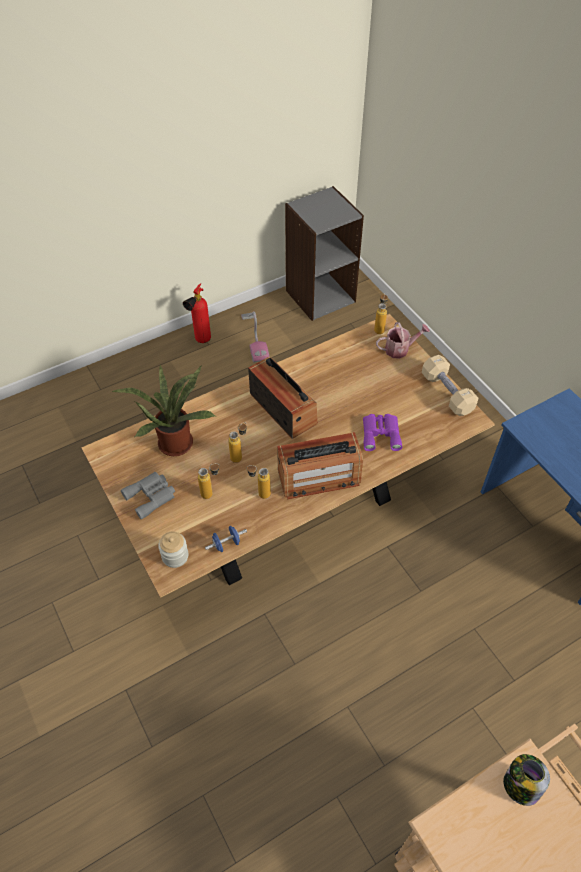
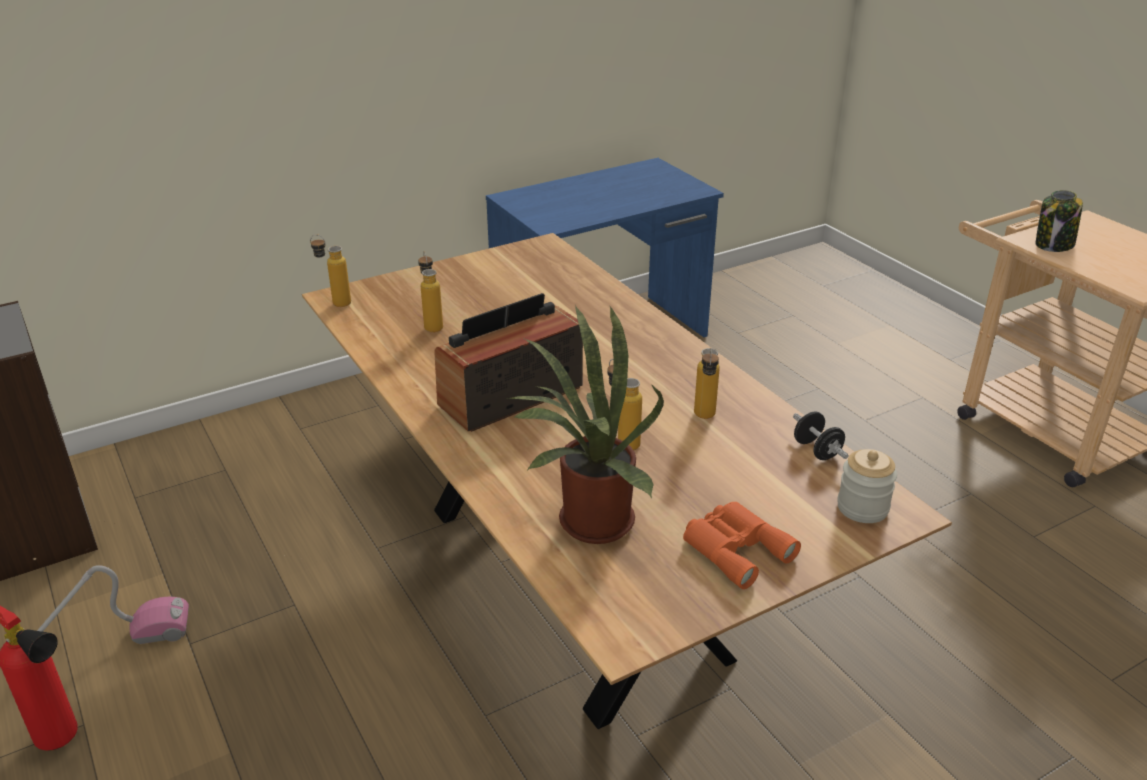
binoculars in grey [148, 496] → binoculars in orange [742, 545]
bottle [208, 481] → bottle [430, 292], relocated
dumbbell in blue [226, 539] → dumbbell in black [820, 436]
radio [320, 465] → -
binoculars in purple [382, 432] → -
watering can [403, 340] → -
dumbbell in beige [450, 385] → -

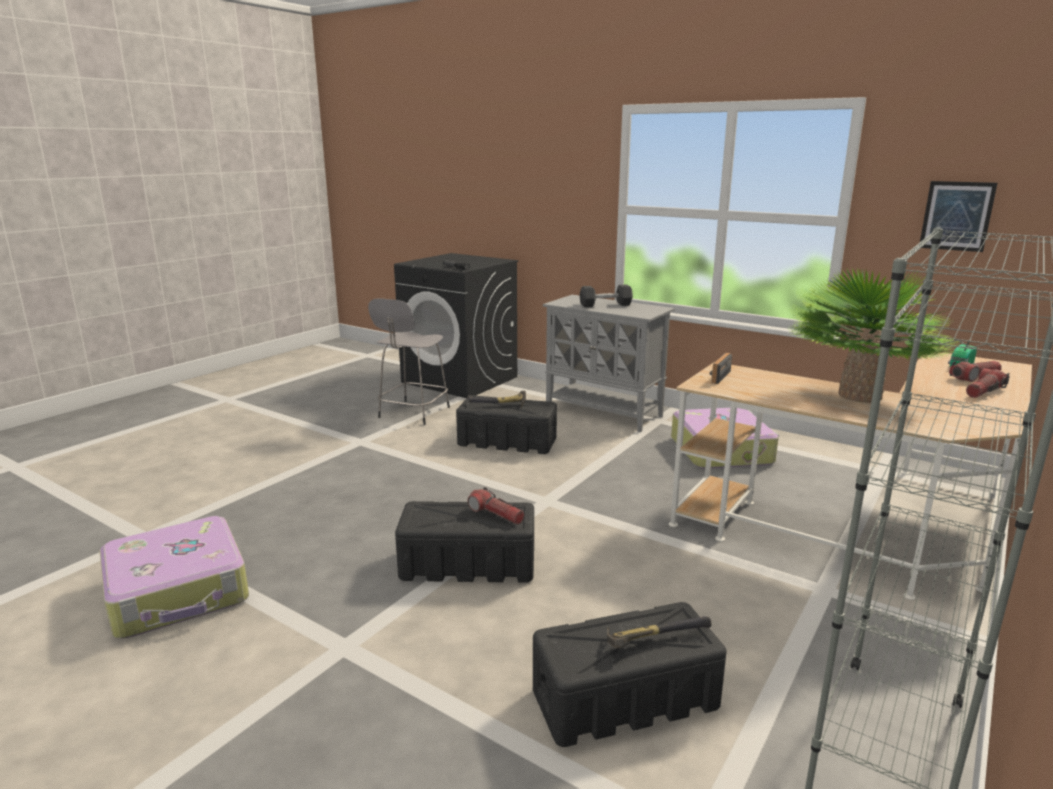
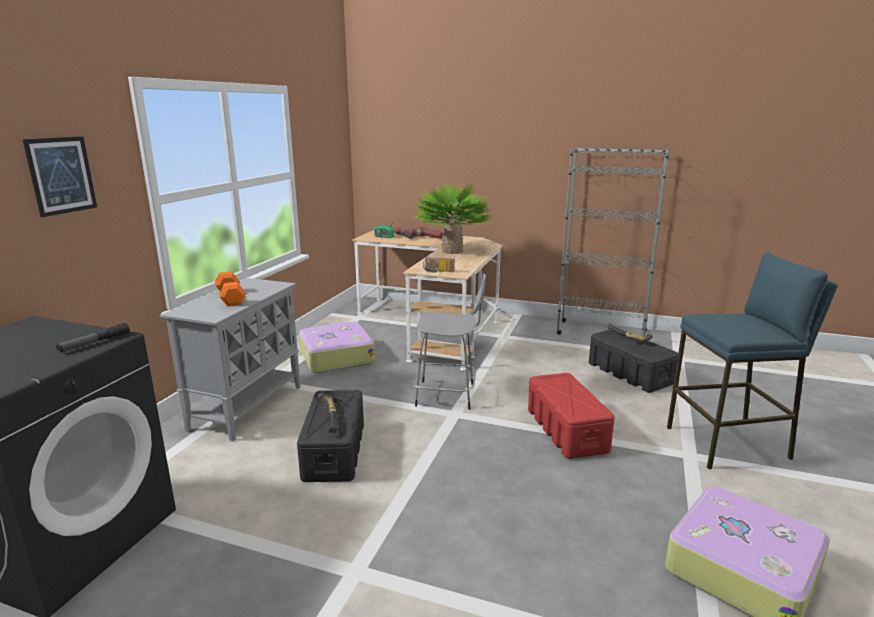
stool in grey [409, 361] → stool in grey [449, 341], relocated
storage box in black [464, 542] → storage box in red [571, 416]
flashlight [496, 506] → -
dumbbell in grey [606, 296] → dumbbell in orange [230, 288]
picture [959, 216] → picture [59, 176], relocated
- → stool in blue [752, 360]

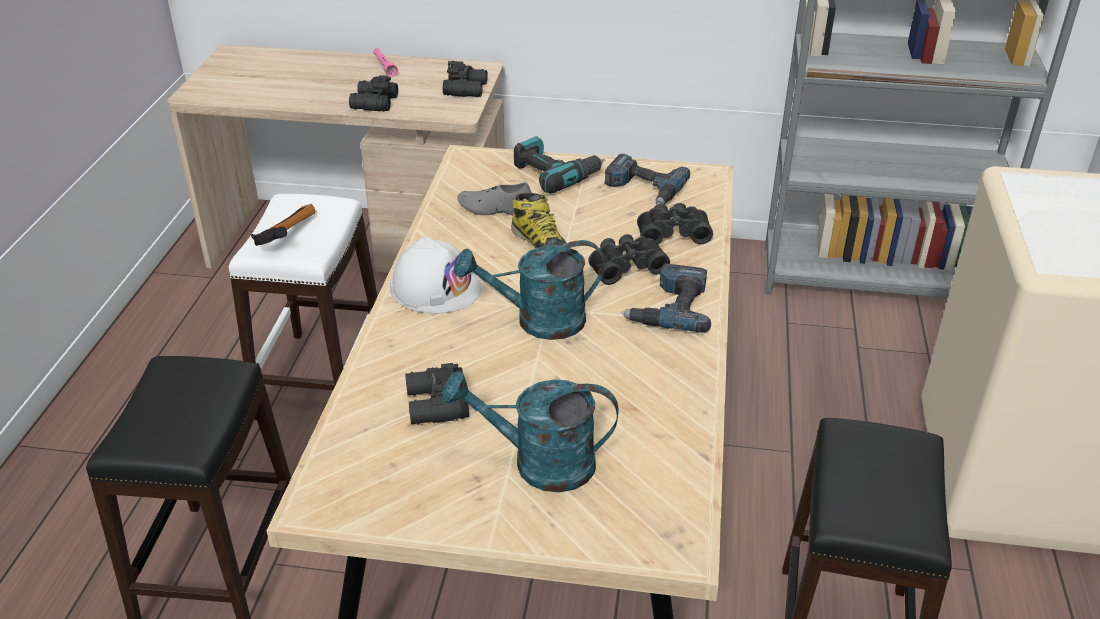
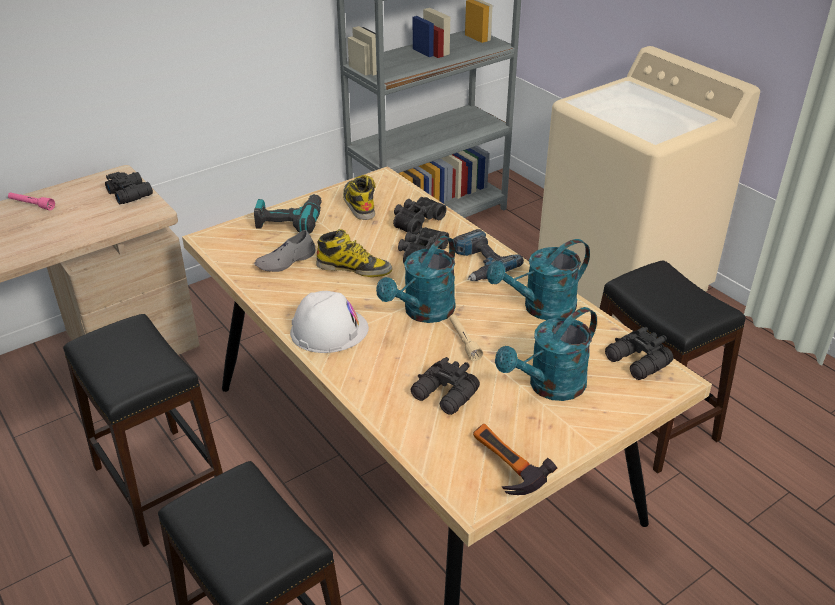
stool in white [303, 307] → stool in black [143, 430]
hammer [283, 225] → hammer [515, 459], relocated
binoculars in black [373, 93] → binoculars in black [639, 353], relocated
power drill [647, 179] → boot [359, 197]
- → flashlight in beige [466, 338]
- → watering can in turquoise [538, 279]

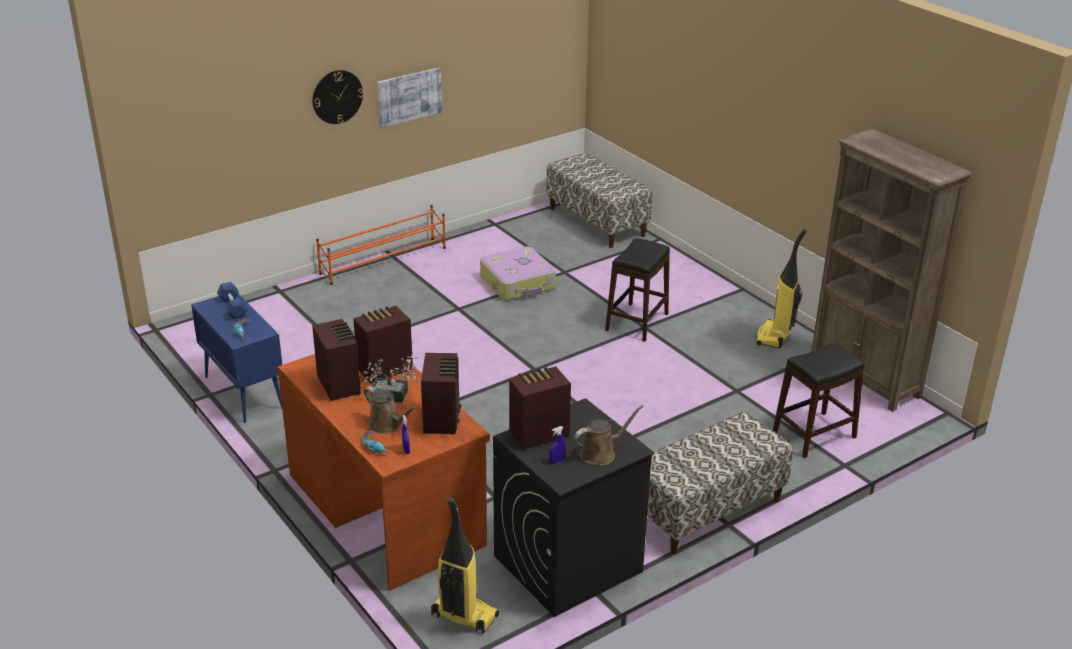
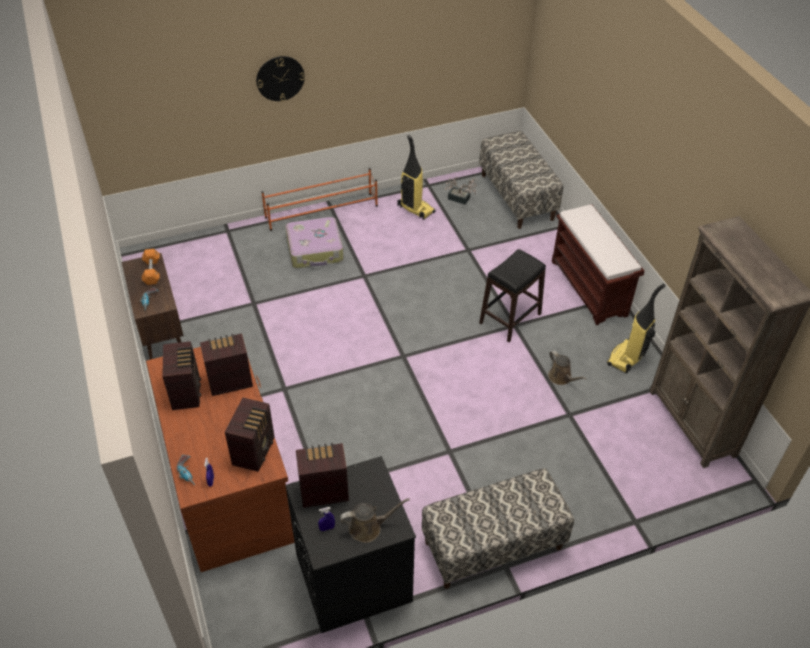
cabinet in blue [236, 358] → cabinet in brown [153, 306]
dumbbell in blue [232, 300] → dumbbell in orange [151, 267]
potted plant [390, 379] → potted plant [461, 190], relocated
watering can in brown [390, 410] → watering can in brown [567, 367], relocated
picture [409, 98] → -
vacuum cleaner [465, 565] → vacuum cleaner [416, 177], relocated
suitcase [518, 273] → suitcase [314, 242], relocated
stool in black [818, 400] → -
- → bench in brown [598, 264]

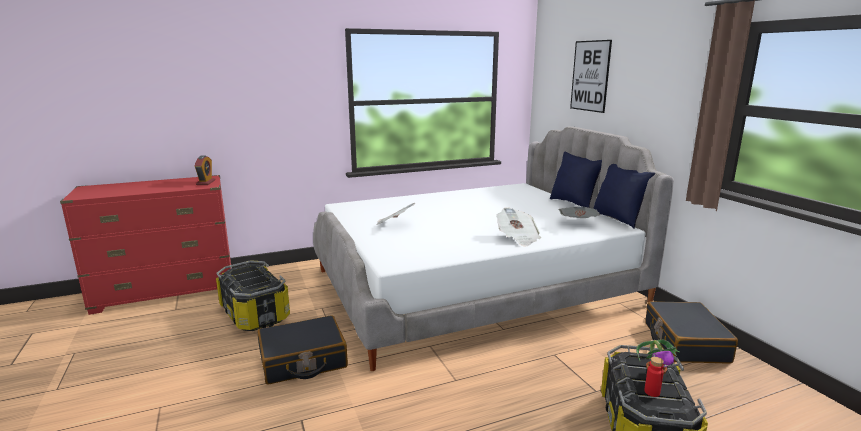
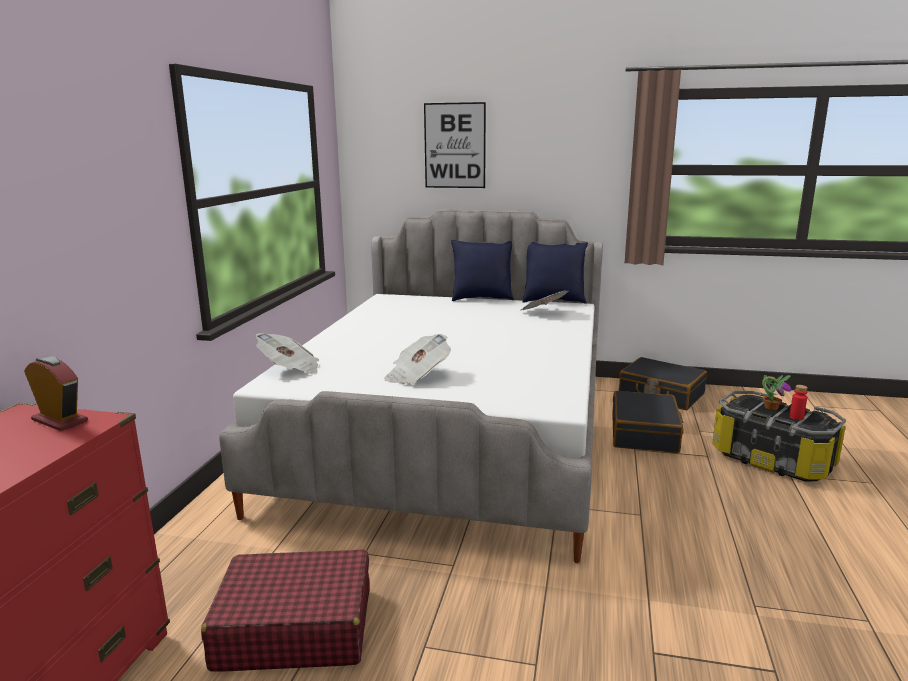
storage box [253, 295] → suitcase in red [285, 610]
suitcase in black [303, 350] → suitcase in black [647, 422], relocated
newspaper [518, 227] → newspaper [287, 354], relocated

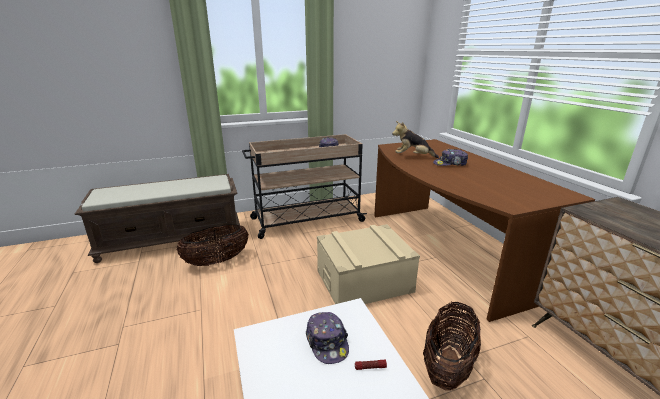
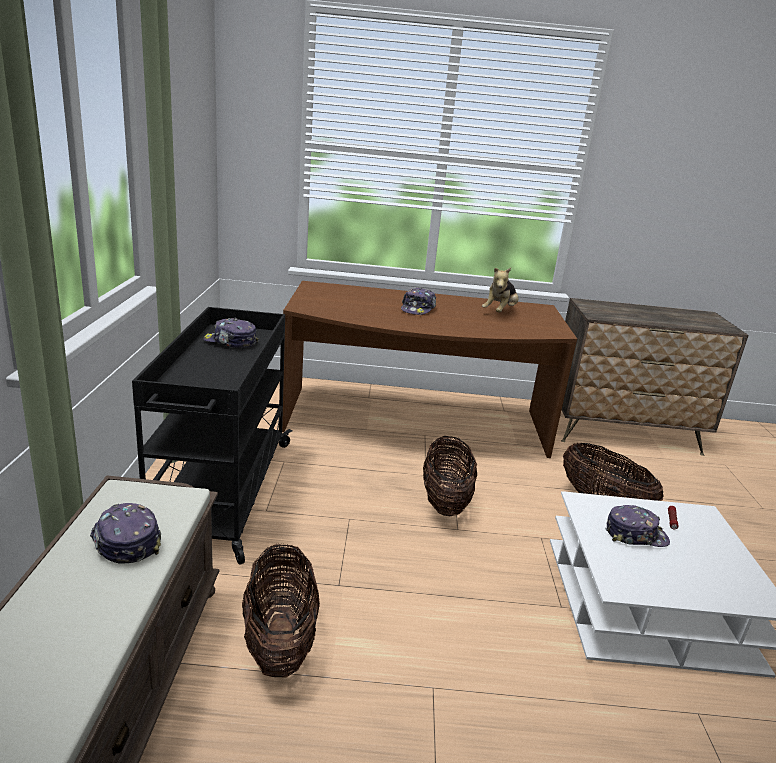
cart in beige [304, 186] → cart in black [212, 436]
storage box in beige [368, 264] → basket [450, 475]
plush toy [415, 139] → plush toy [500, 290], relocated
- → cap [125, 533]

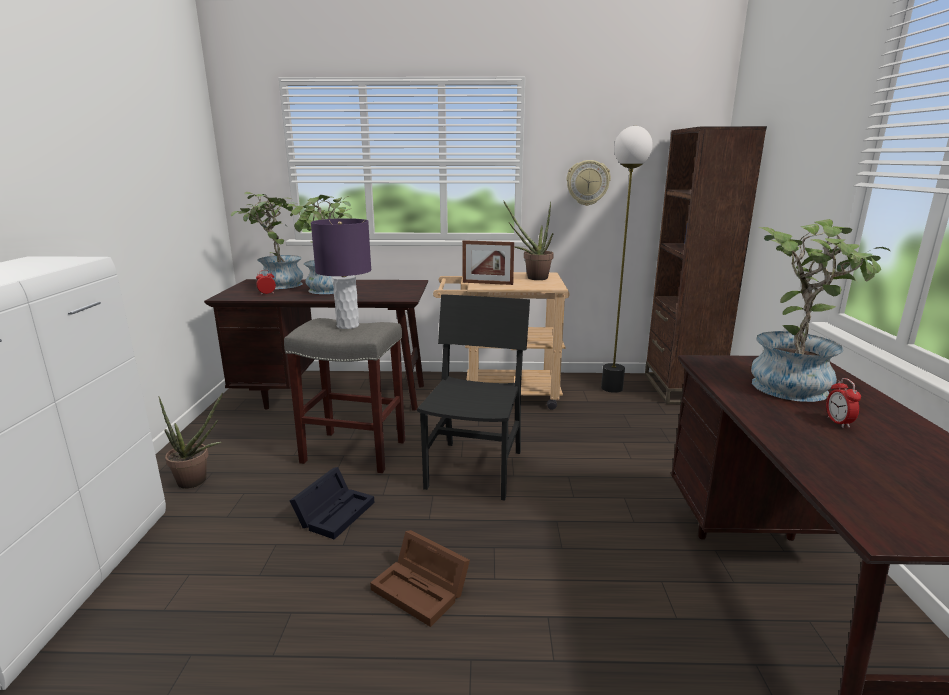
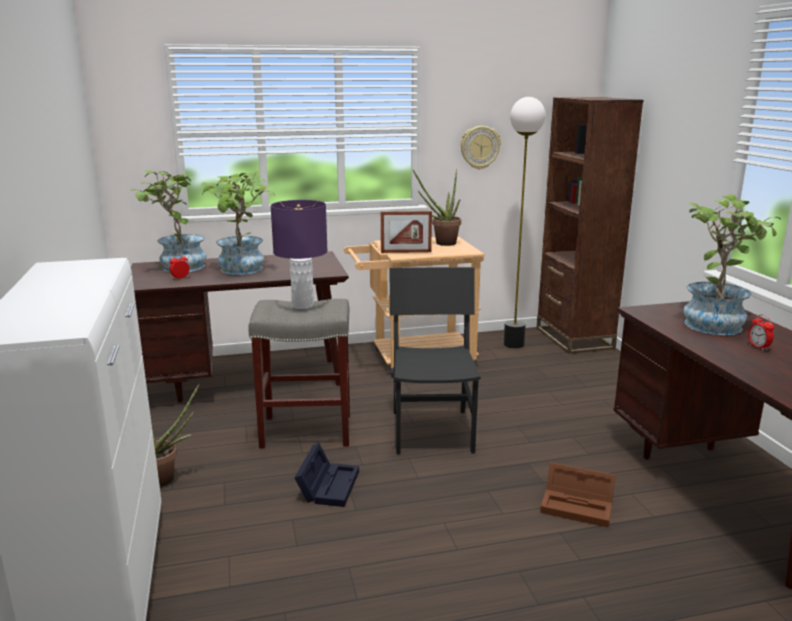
storage box in brown [420, 578] → storage box in brown [578, 495], relocated

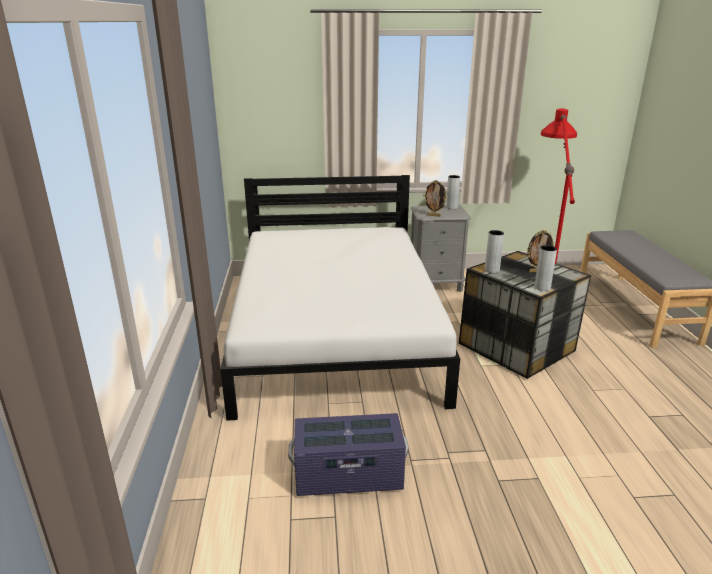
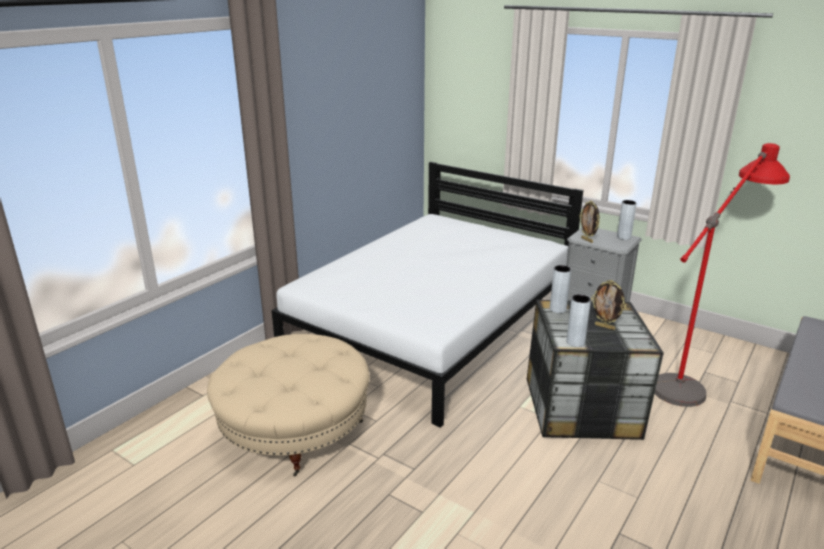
storage box in purple [348, 454] → ottoman in beige [288, 405]

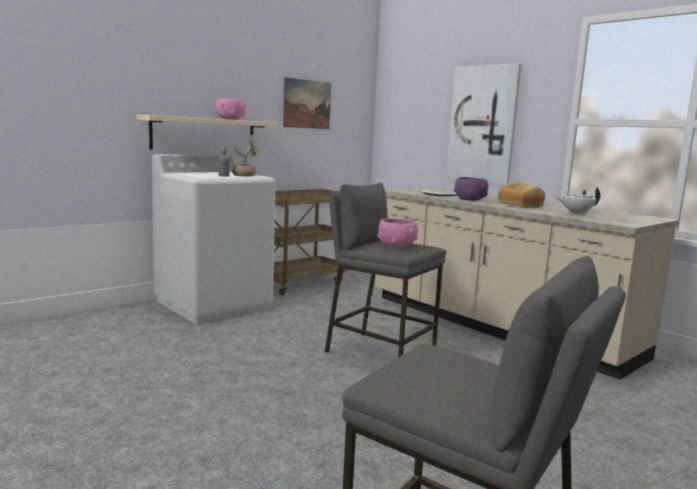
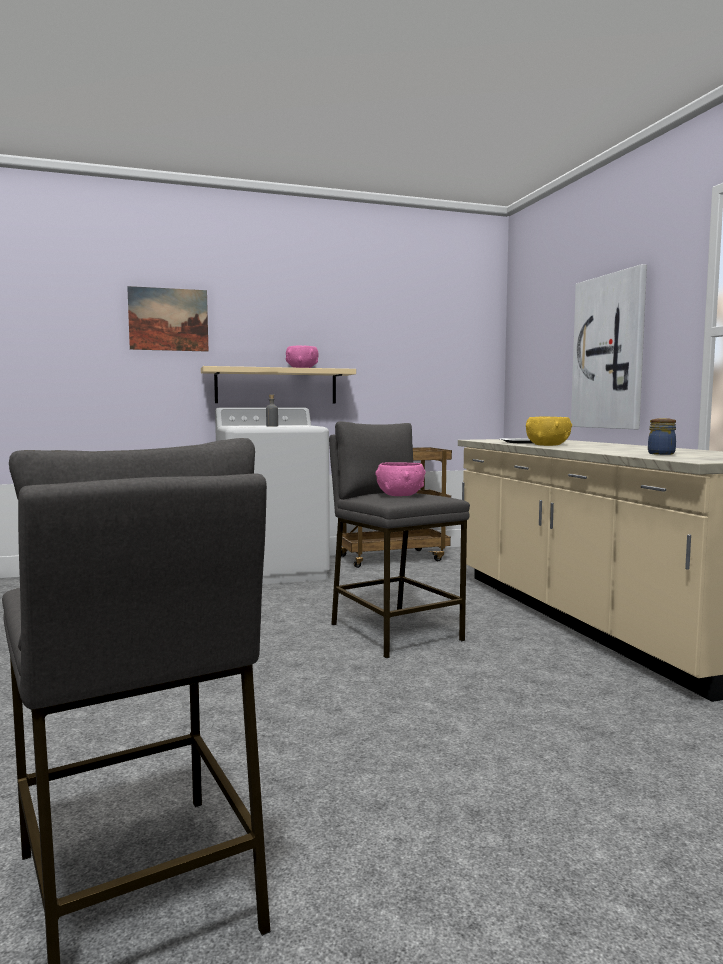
potted plant [248, 154] → -
picture [307, 103] → picture [167, 319], relocated
bowl in purple [471, 189] → bowl in yellow [549, 431]
bread [521, 195] → -
teapot in white [578, 201] → jar [662, 436]

